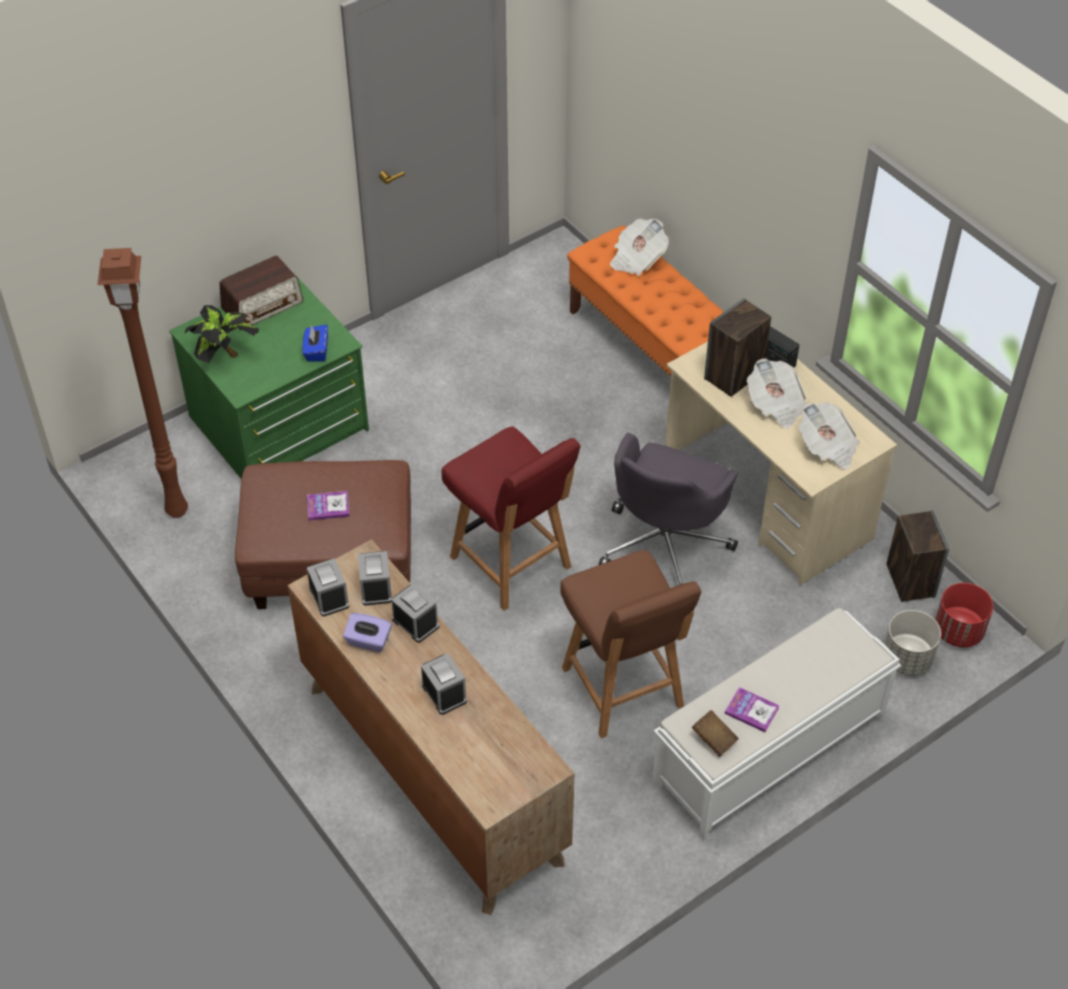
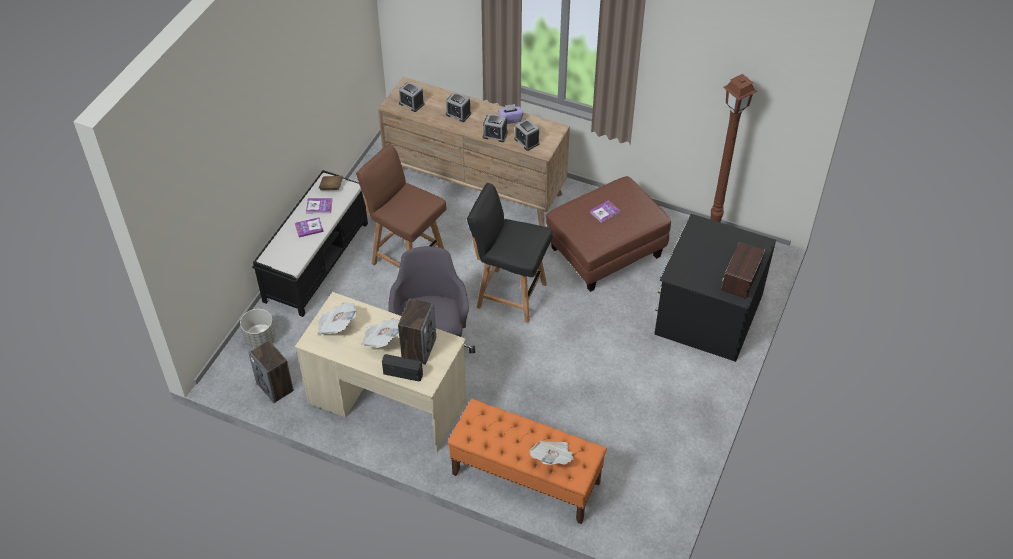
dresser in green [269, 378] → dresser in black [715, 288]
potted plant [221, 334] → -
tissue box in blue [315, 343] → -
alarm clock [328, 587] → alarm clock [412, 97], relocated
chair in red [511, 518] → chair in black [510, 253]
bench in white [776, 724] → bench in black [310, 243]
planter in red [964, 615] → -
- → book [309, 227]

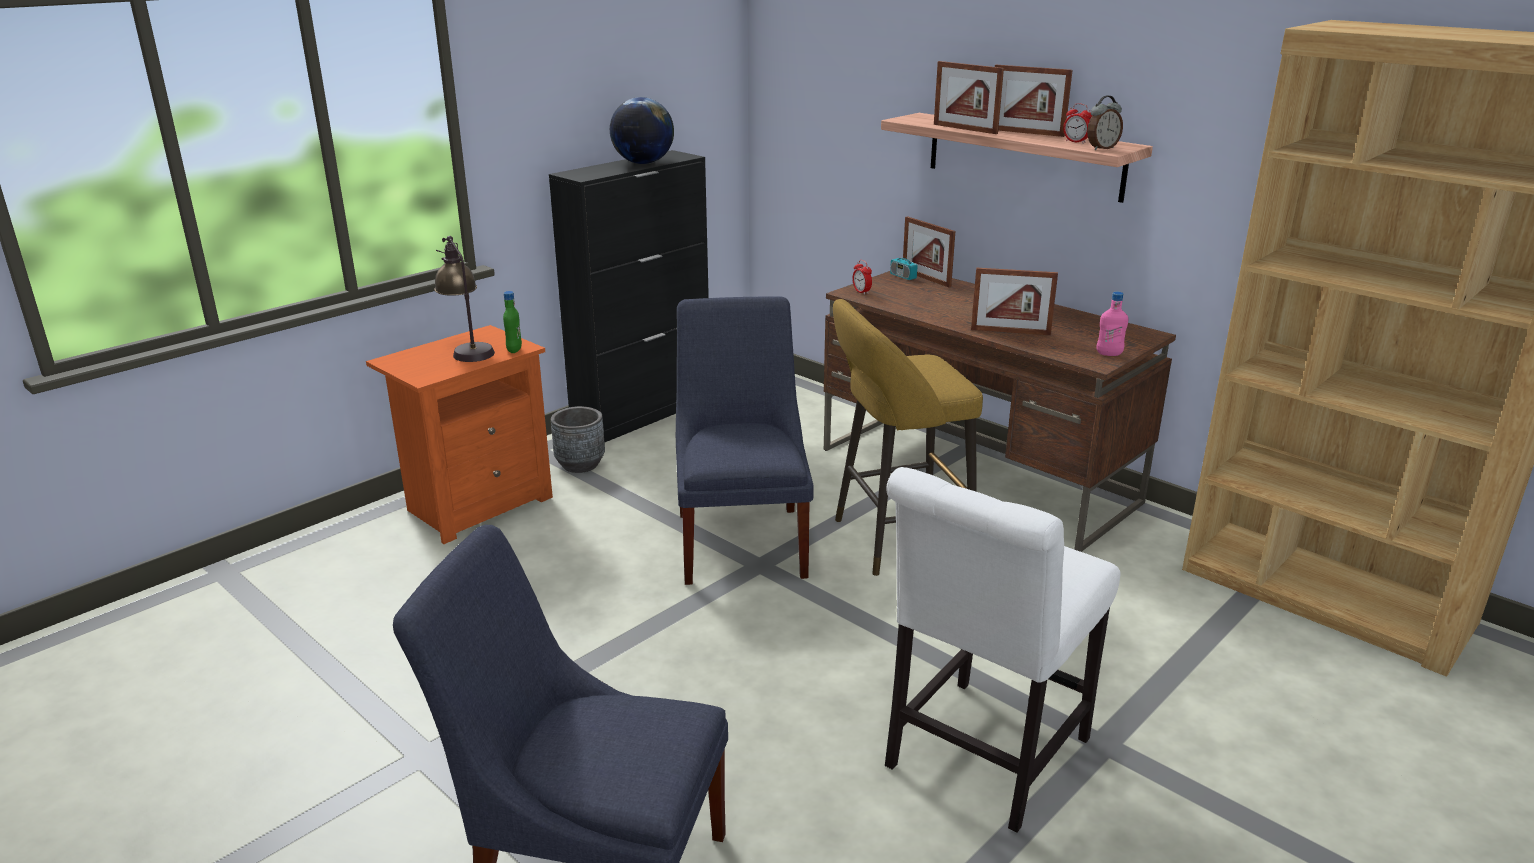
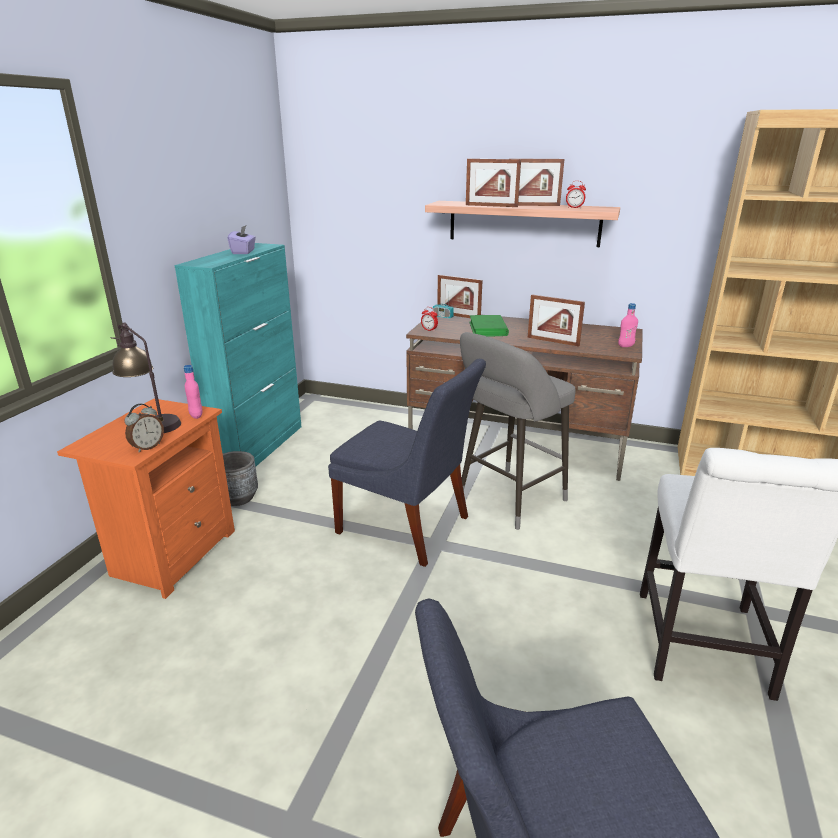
bottle in green [512, 322] → bottle in pink [193, 392]
cabinet in black [629, 296] → cabinet in turquoise [237, 354]
globe [642, 130] → tissue box in purple [241, 239]
chair in blue [745, 440] → chair in blue [407, 463], 150 degrees clockwise
stool in yellow [908, 437] → stool in grey [518, 431]
picture frame [1014, 301] → picture frame [556, 320], 45 degrees clockwise
alarm clock [1105, 123] → alarm clock [144, 428], relocated
- → book in green [489, 325]

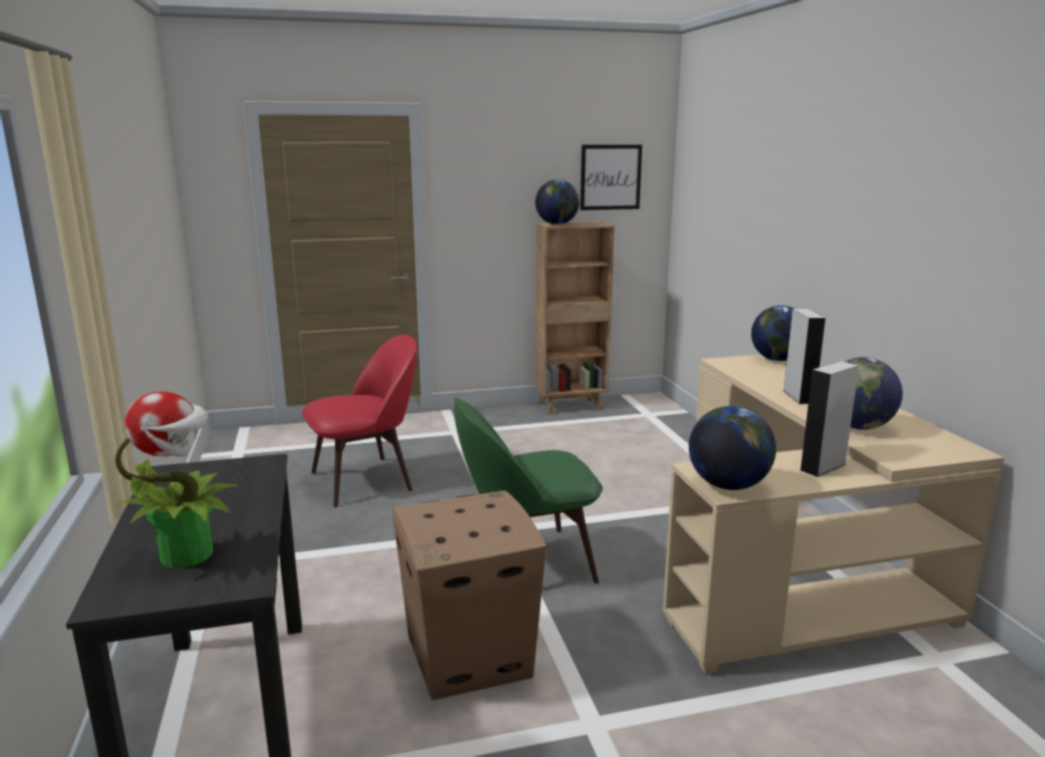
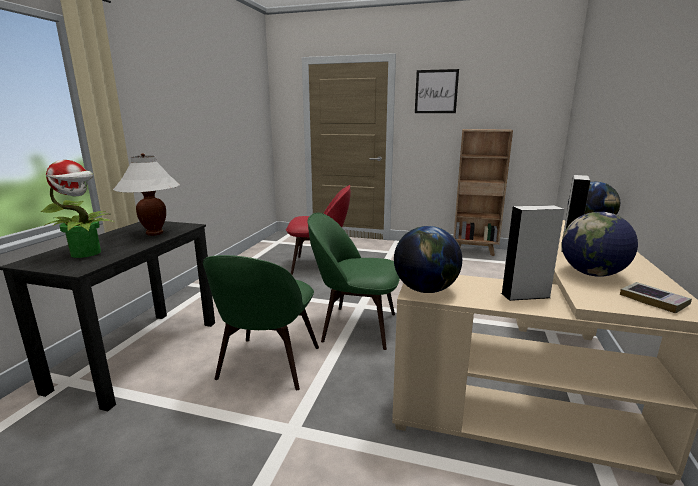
cardboard box [469, 595] → chair in green [261, 322]
globe [557, 202] → -
picture [611, 177] → picture [437, 91], relocated
- → table lamp in white [146, 194]
- → book [656, 297]

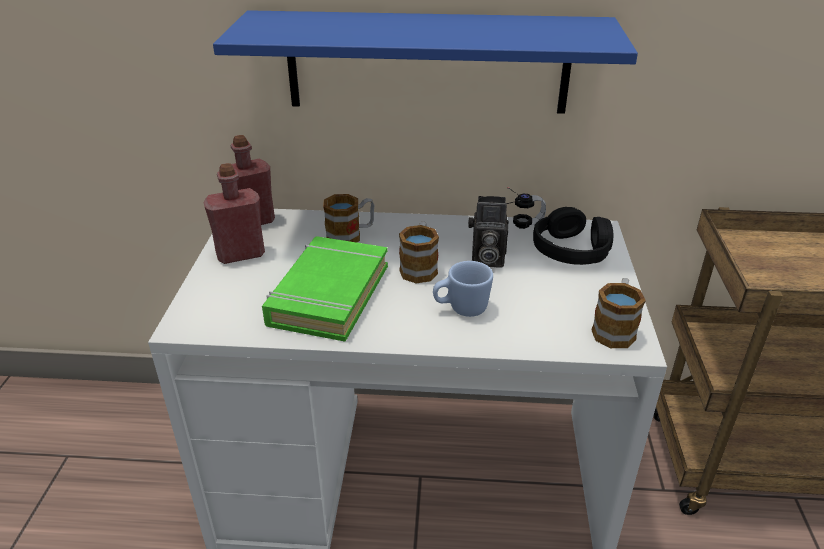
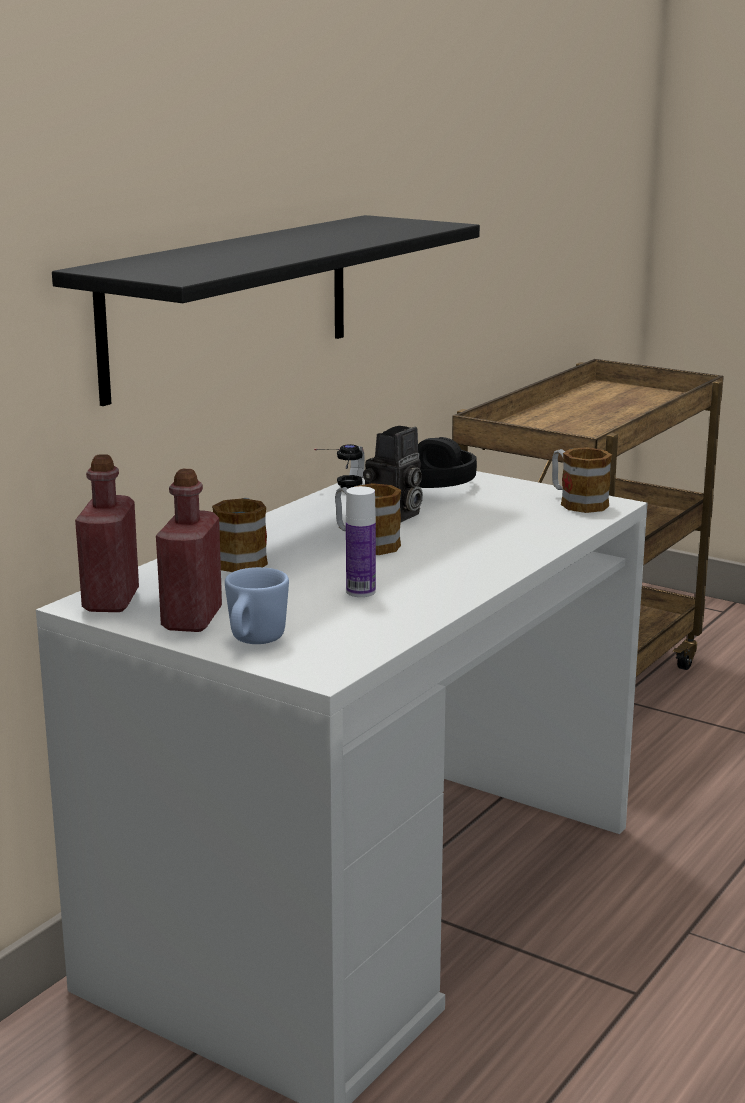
shelf in blue [425, 62] → shelf in black [266, 310]
book in green [325, 289] → bottle [361, 541]
mug in blue [463, 289] → mug in blue [257, 605], relocated

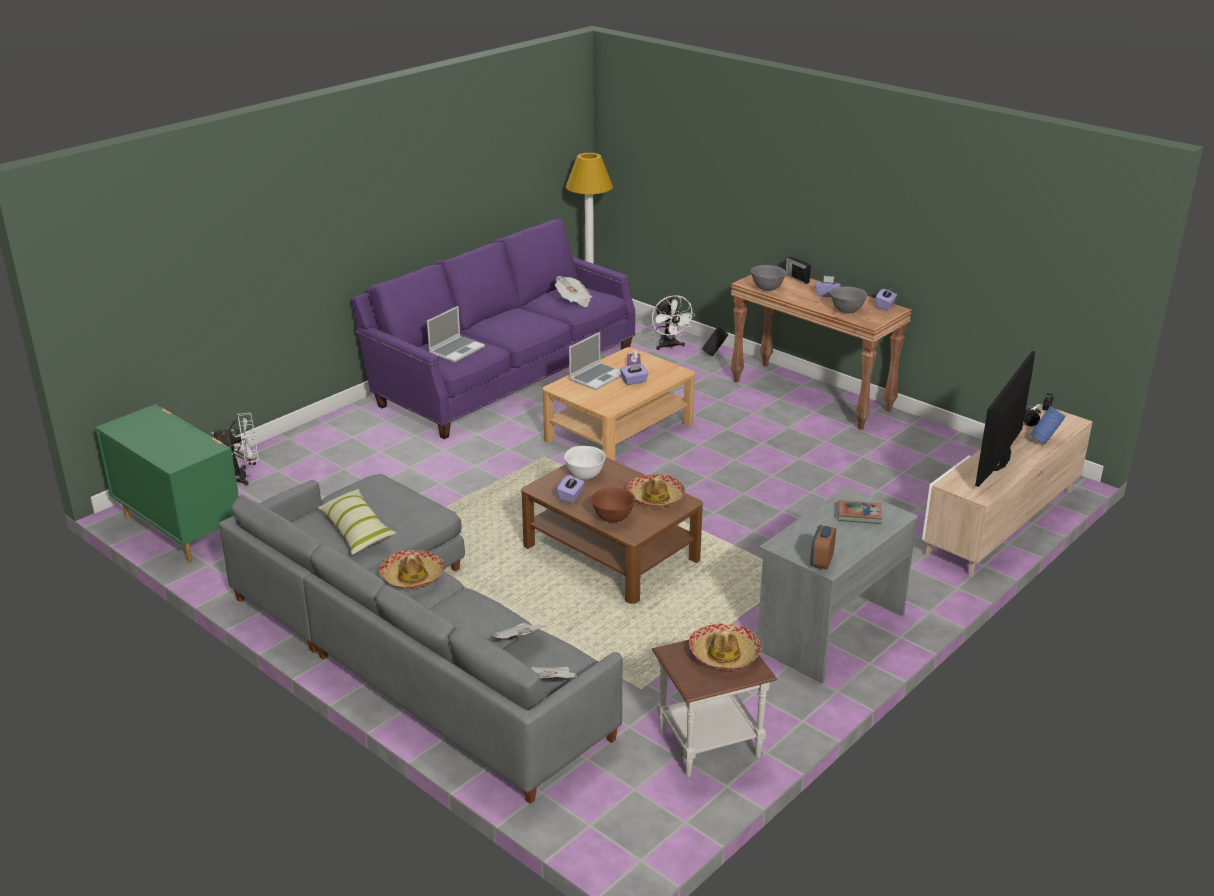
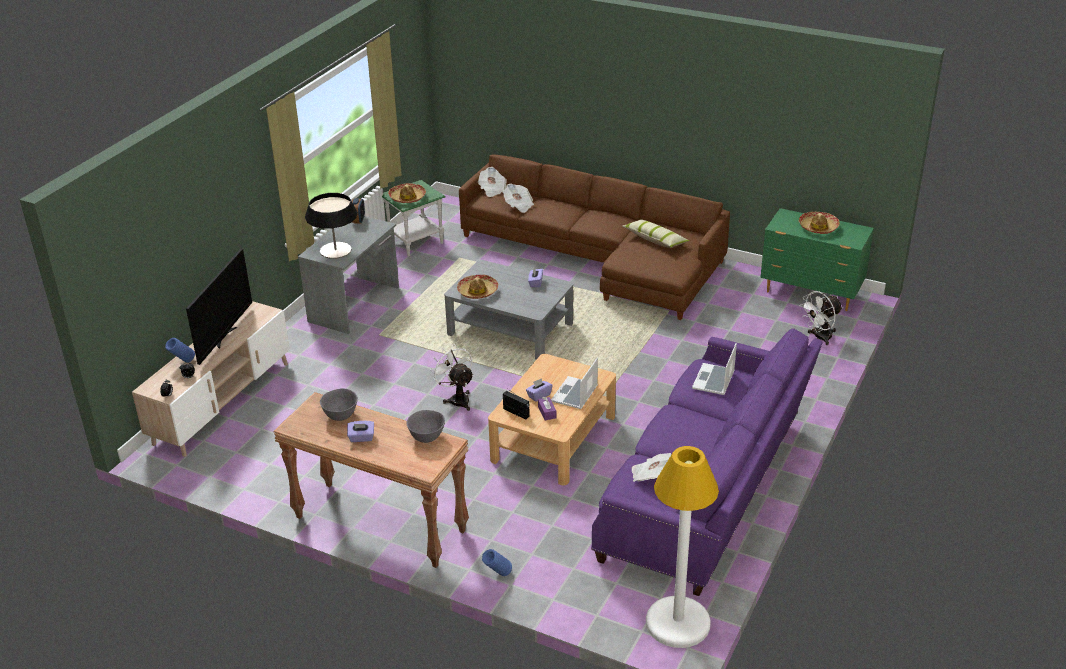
sofa in grey [421, 639] → sofa in brown [594, 237]
hat [412, 569] → hat [819, 223], relocated
coffee table in brown [612, 530] → coffee table in grey [508, 310]
bowl in white [585, 462] → -
bowl in brown [613, 505] → -
fan in white [673, 322] → fan in white [452, 378], relocated
side table in brown [714, 708] → side table in green [414, 218]
vase in black [715, 341] → vase in blue [497, 562]
radio [798, 270] → radio [516, 404], relocated
book [860, 512] → table lamp [331, 226]
tissue box in purple [886, 298] → -

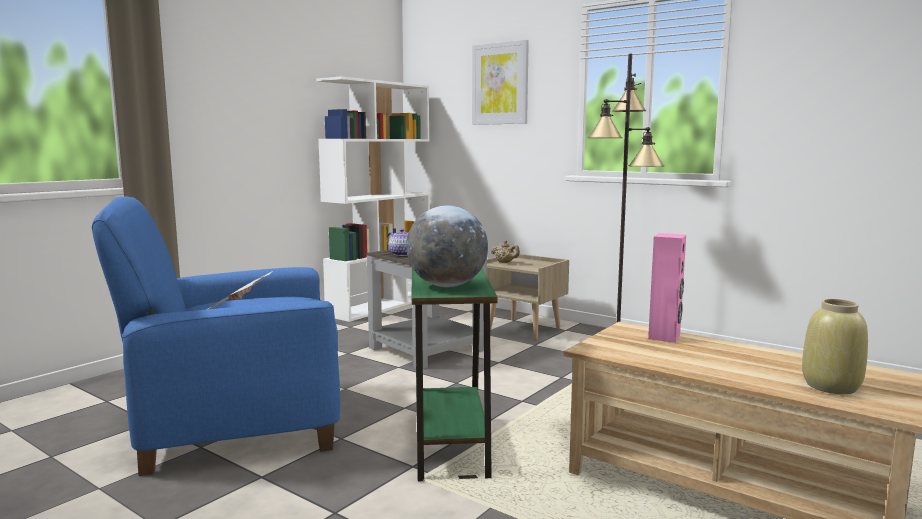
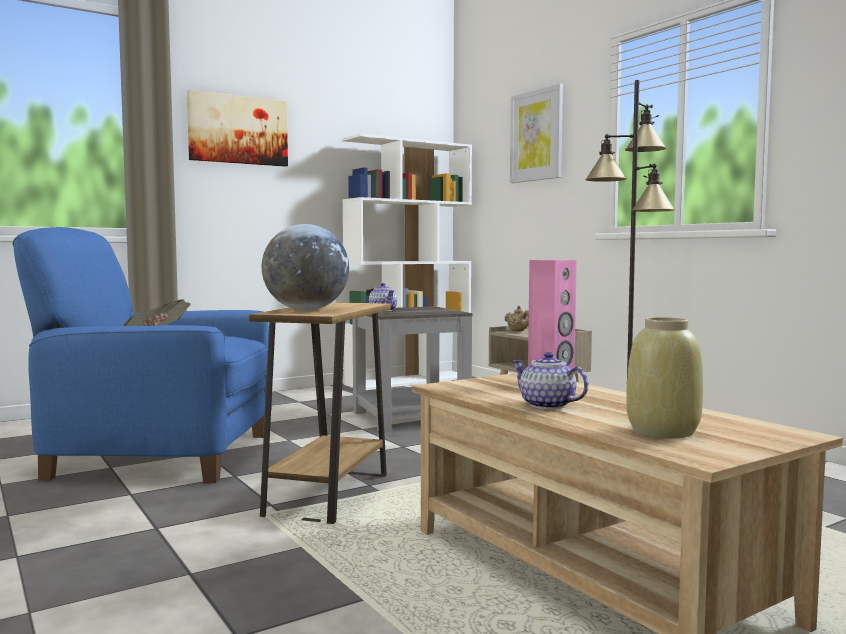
side table in green [455, 374] → side table in brown [320, 413]
- → picture [237, 128]
- → teapot [550, 380]

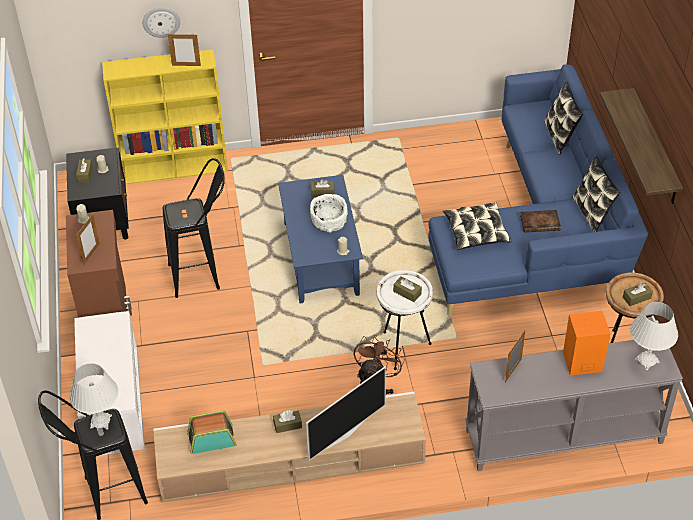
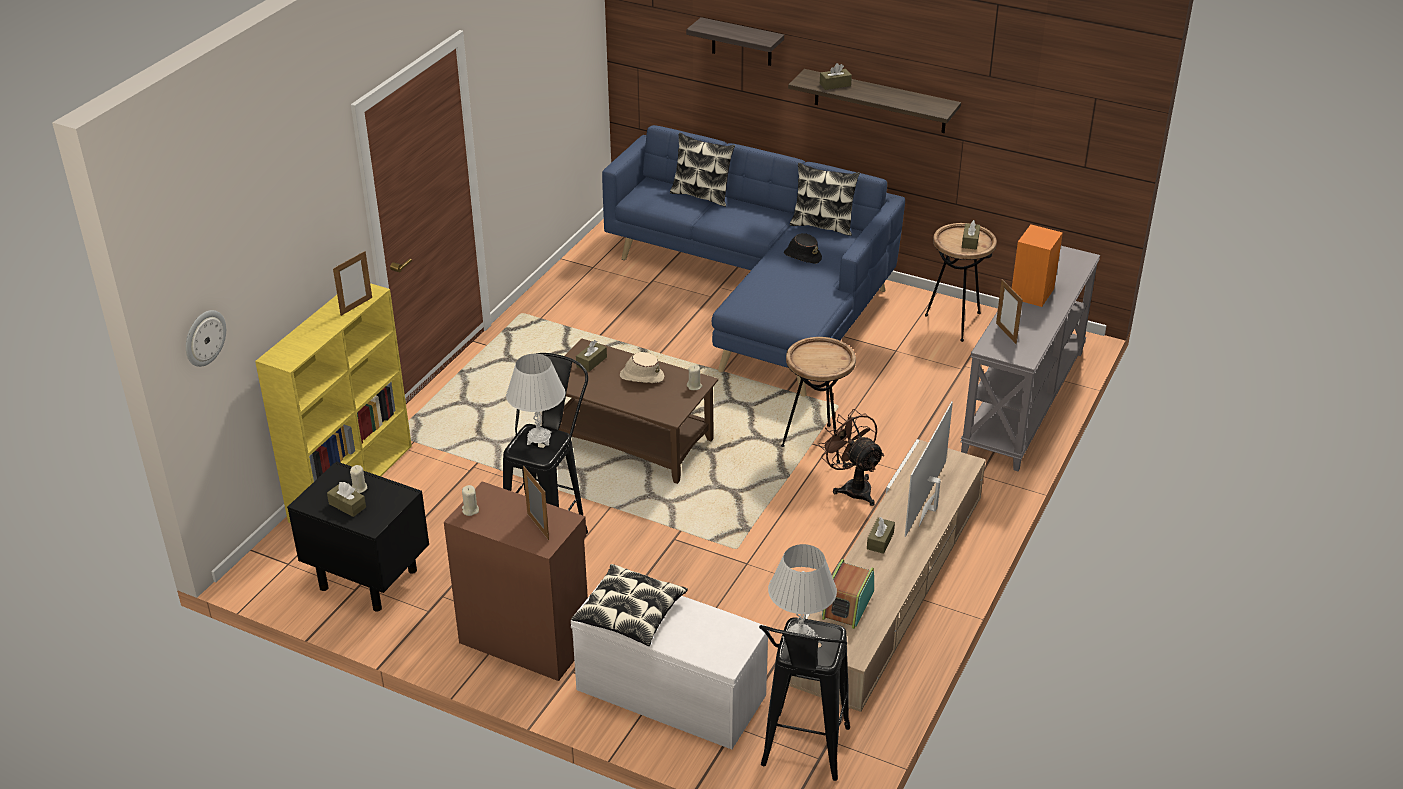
wall clock [162, 22] → wall clock [206, 338], relocated
coffee table in blue [320, 239] → coffee table in brown [638, 411]
television [346, 413] → television [929, 469], 150 degrees counterclockwise
bowl in white [329, 213] → hat in beige [642, 367]
side table in white [404, 320] → side table in brown [818, 400]
tissue box in brown [407, 289] → tissue box in brown [836, 76], relocated
pillow [477, 226] → pillow [629, 605], relocated
book [540, 221] → hat in black [803, 248]
table lamp in white [654, 336] → table lamp in white [535, 400], relocated
- → shelf [735, 41]

